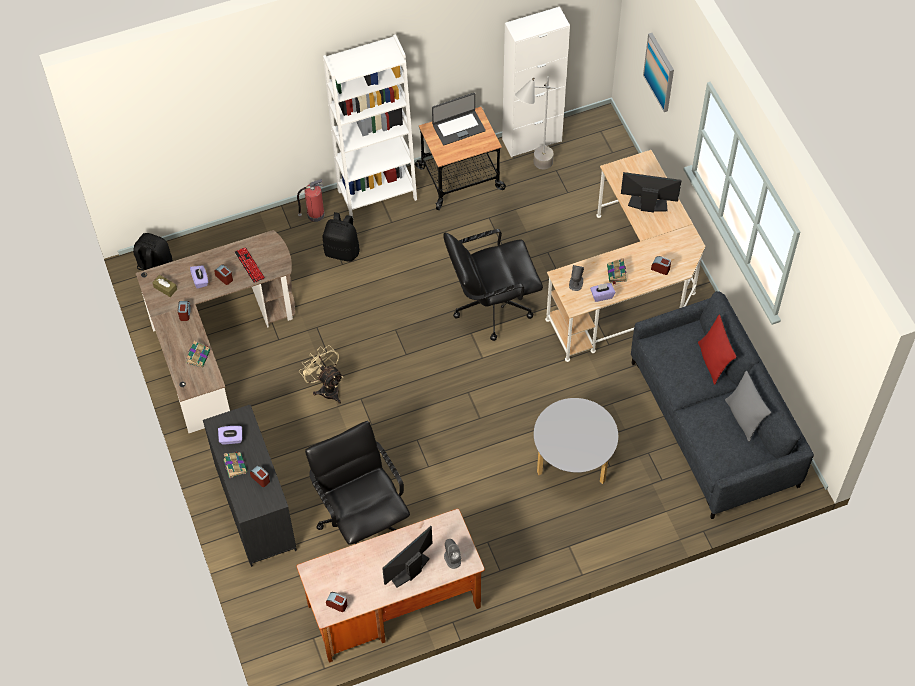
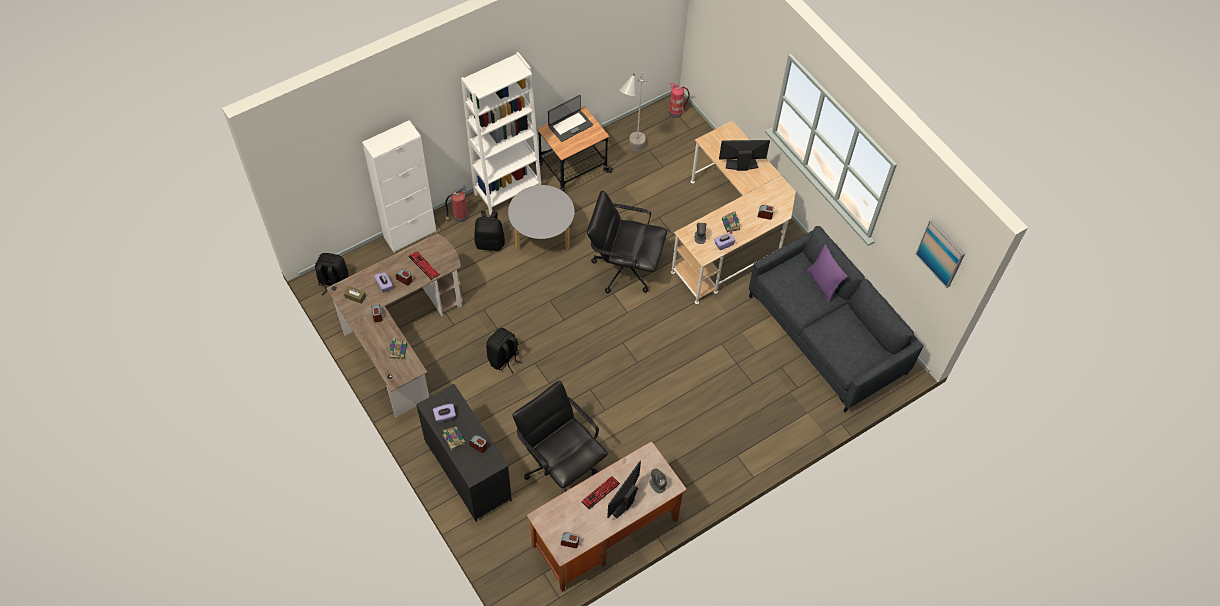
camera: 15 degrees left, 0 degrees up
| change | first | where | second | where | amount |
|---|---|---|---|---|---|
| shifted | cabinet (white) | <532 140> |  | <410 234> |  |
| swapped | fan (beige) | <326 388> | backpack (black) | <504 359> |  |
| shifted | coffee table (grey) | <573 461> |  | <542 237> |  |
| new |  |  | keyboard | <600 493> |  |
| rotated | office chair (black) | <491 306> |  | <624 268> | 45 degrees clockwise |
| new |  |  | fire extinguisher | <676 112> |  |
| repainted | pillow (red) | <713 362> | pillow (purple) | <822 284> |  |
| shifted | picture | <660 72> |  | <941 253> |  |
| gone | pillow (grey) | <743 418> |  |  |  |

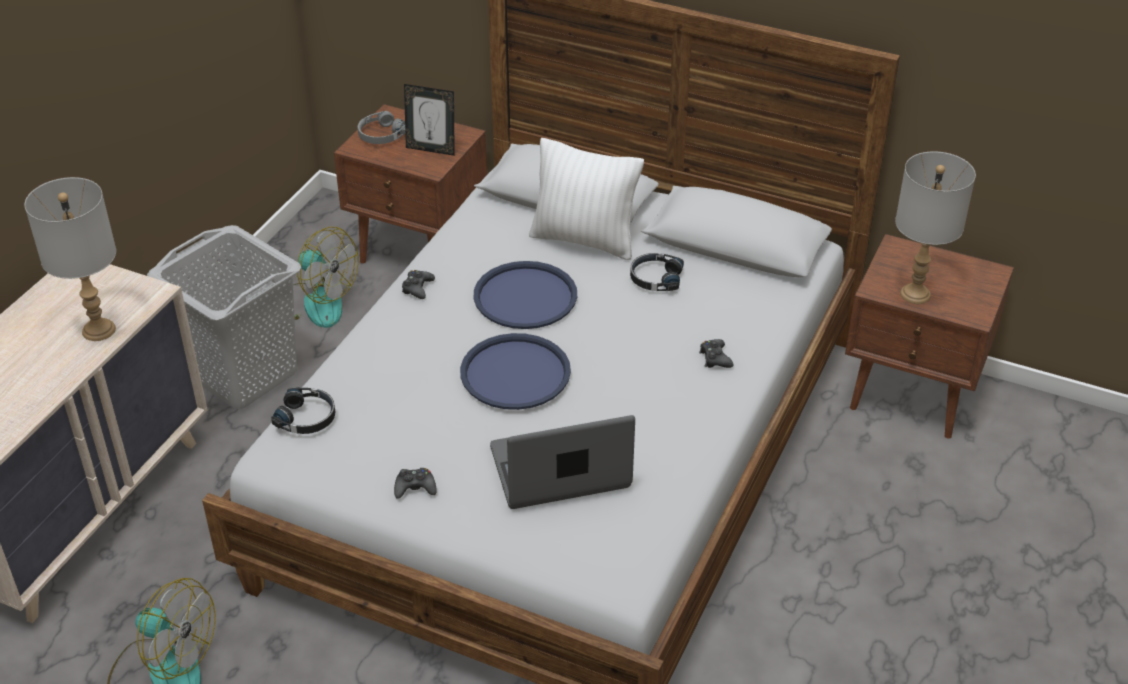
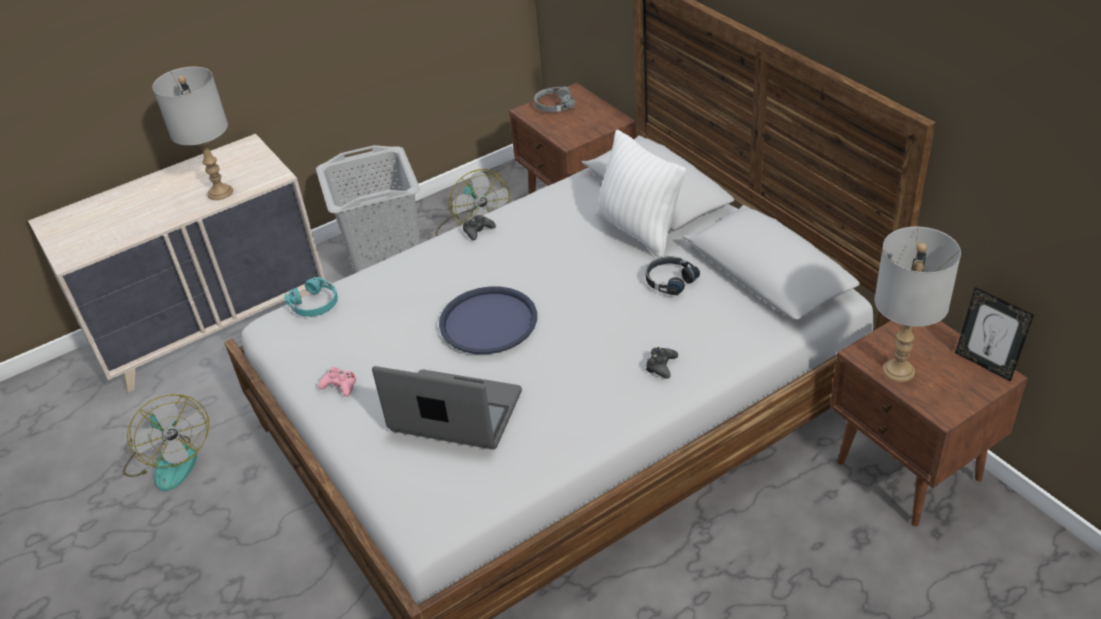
camera: 35 degrees right, 0 degrees up
| change | first | where | second | where | amount |
|---|---|---|---|---|---|
| repainted | headphones (black) | <307 418> | headphones (turquoise) | <315 304> |  |
| repainted | game controller (black) | <415 487> | game controller (pink) | <340 385> |  |
| shifted | picture frame | <431 149> |  | <985 364> |  |
| gone | tray (blue) | <525 297> |  |  |  |

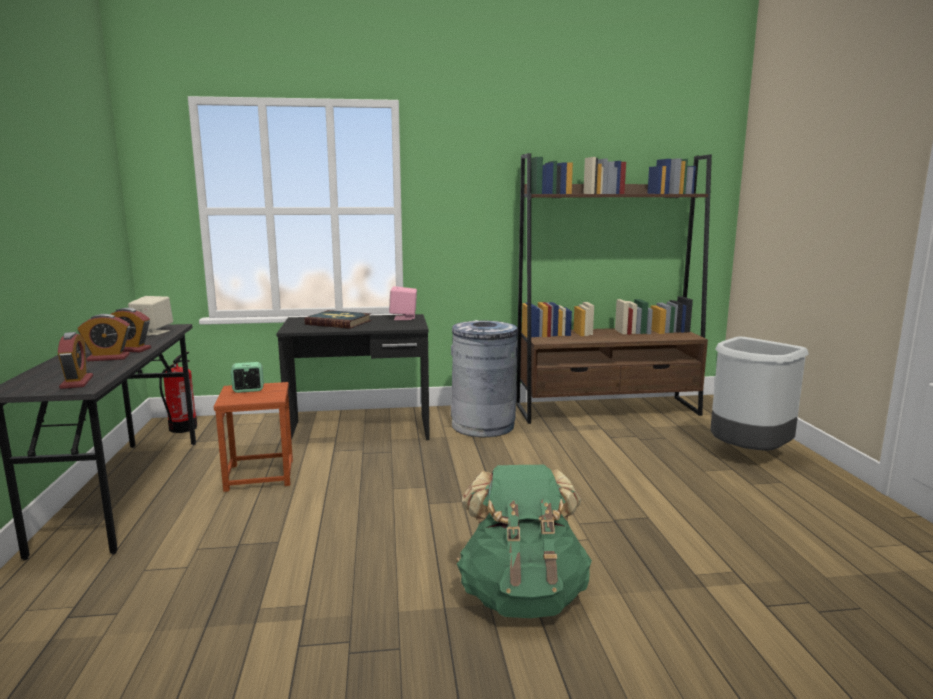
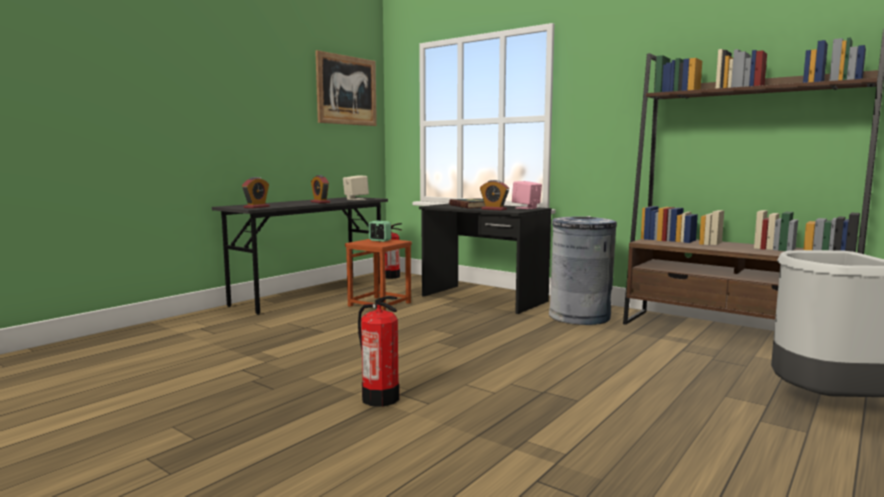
camera: 45 degrees right, 5 degrees down
| change | first | where | second | where | amount |
|---|---|---|---|---|---|
| new |  |  | picture | <346 90> |  |
| swapped | backpack (green) | <522 596> | fire extinguisher | <380 398> |  |
| shifted | alarm clock | <108 358> |  | <494 209> |  |

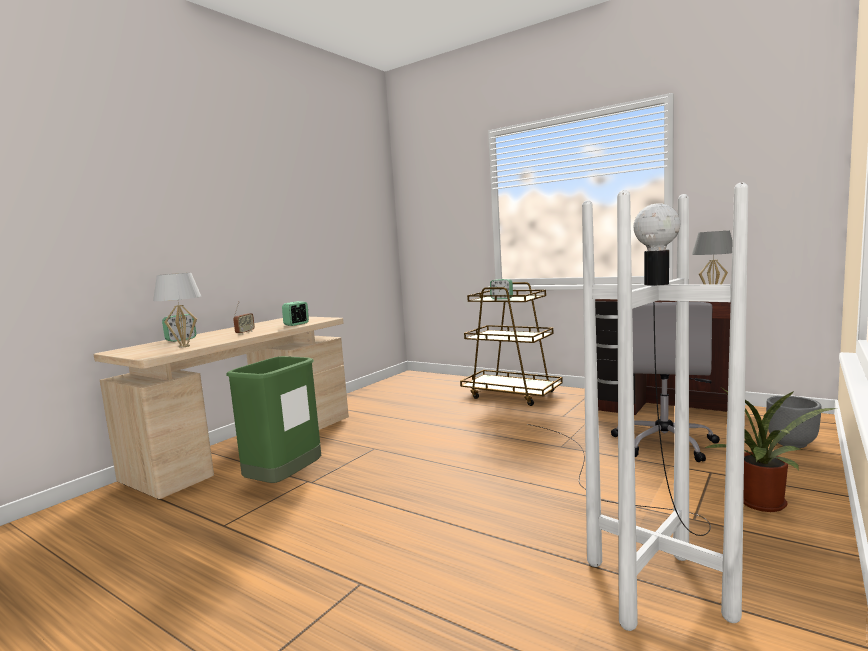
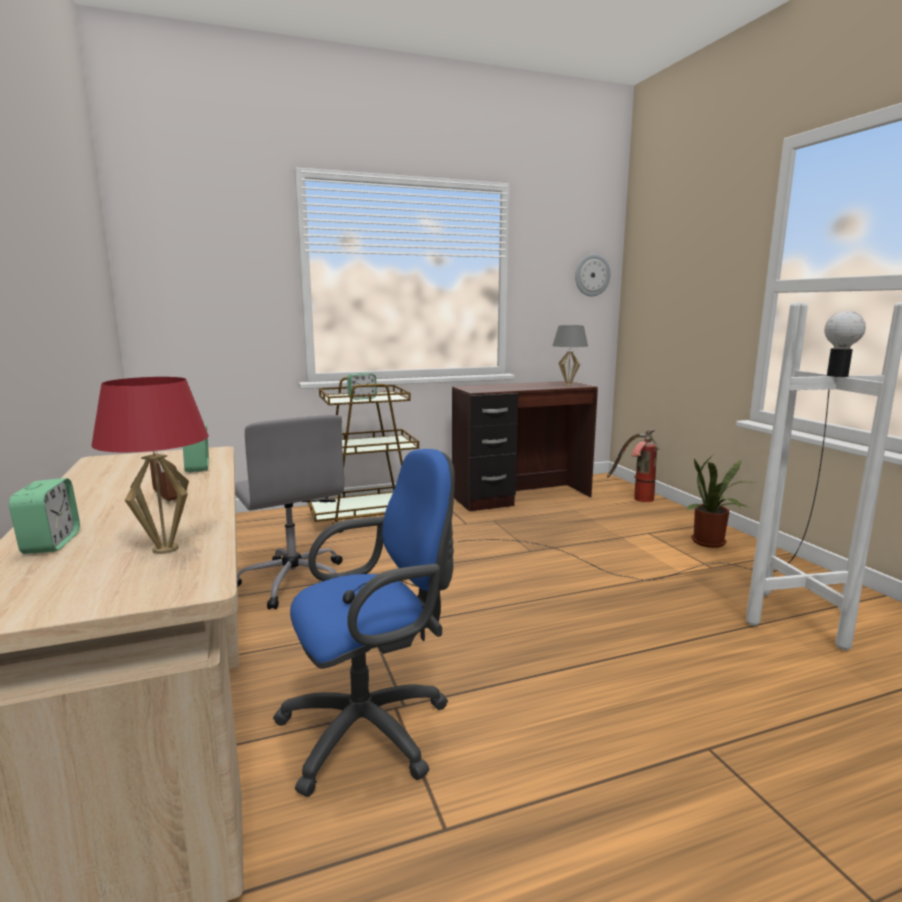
camera: 55 degrees left, 5 degrees up
| change | first | where | second | where | amount |
|---|---|---|---|---|---|
| repainted | table lamp (white) | <184 346> | table lamp (red) | <166 549> |  |
| shifted | office chair (grey) | <664 443> |  | <293 581> |  |
| swapped | trash can (green) | <285 483> | office chair (blue) | <374 728> |  |
| new |  |  | wall clock | <592 275> |  |
| swapped | planter (grey) | <792 443> | fire extinguisher | <635 498> |  |

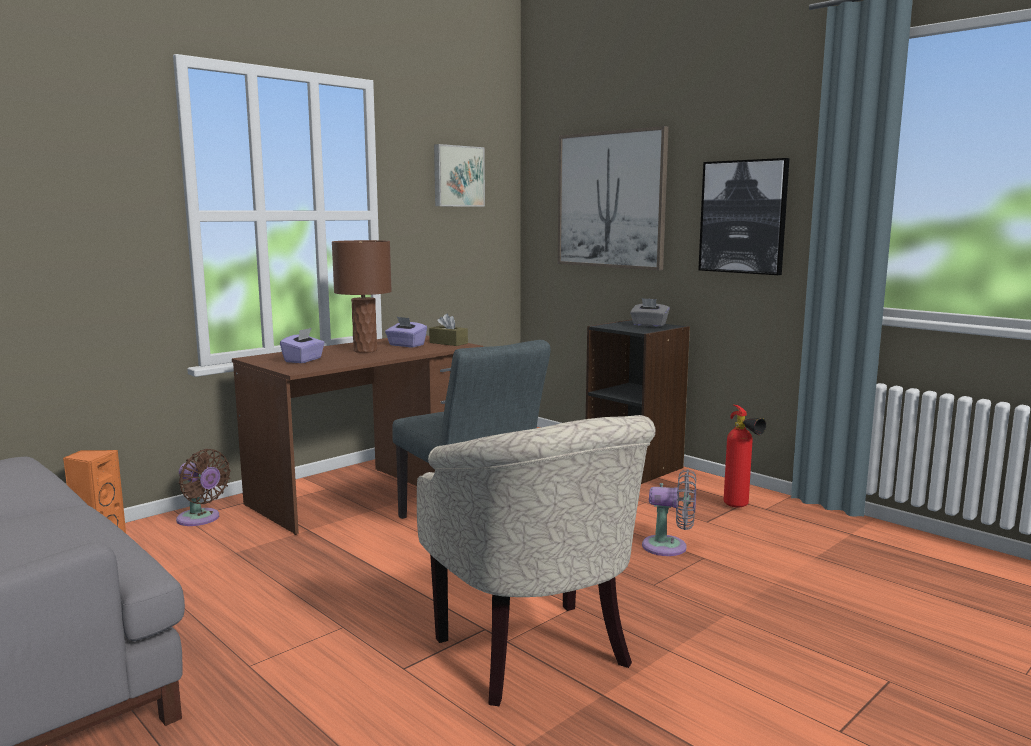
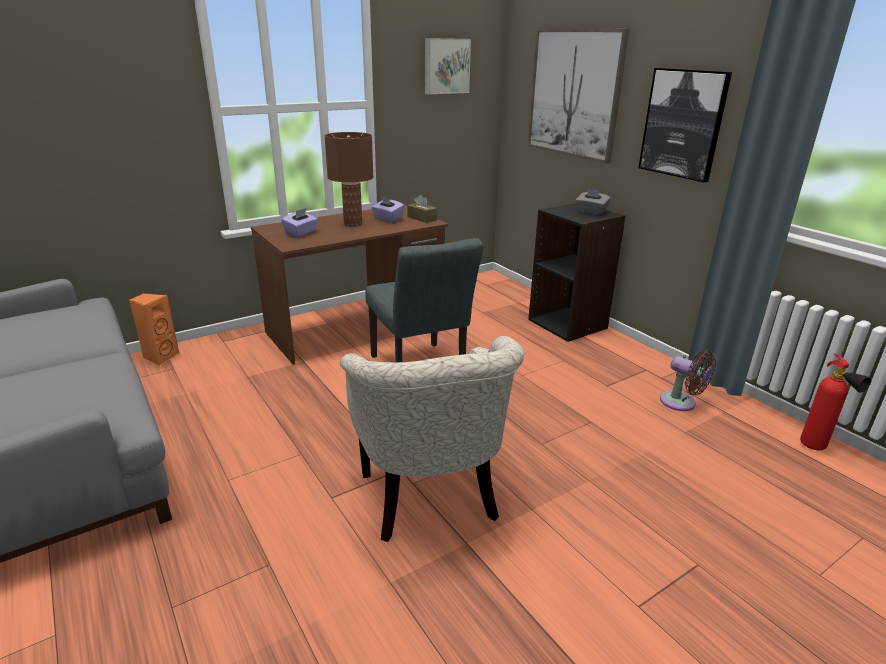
camera: 10 degrees right, 15 degrees up
| change | first | where | second | where | amount |
|---|---|---|---|---|---|
| shifted | fan (brown) | <201 519> |  | <681 403> |  |
| shifted | fire extinguisher | <740 507> |  | <817 449> |  |
| gone | fan (grey) | <669 547> |  |  |  |

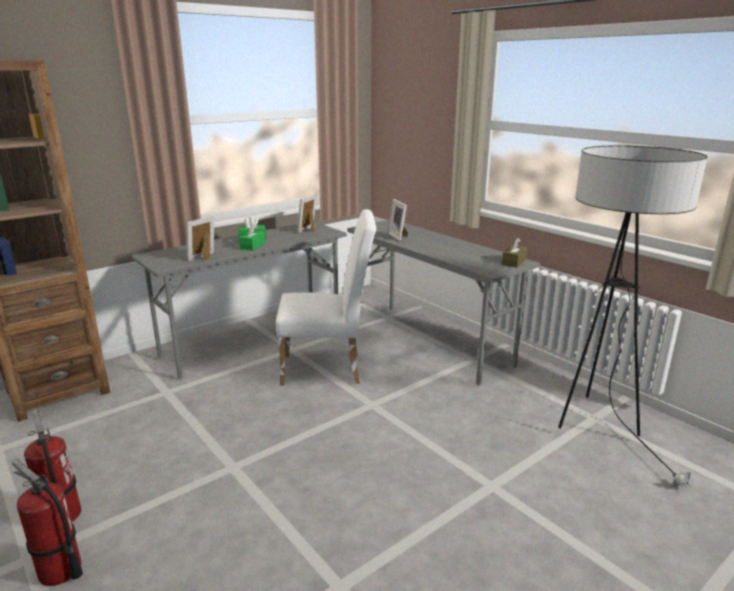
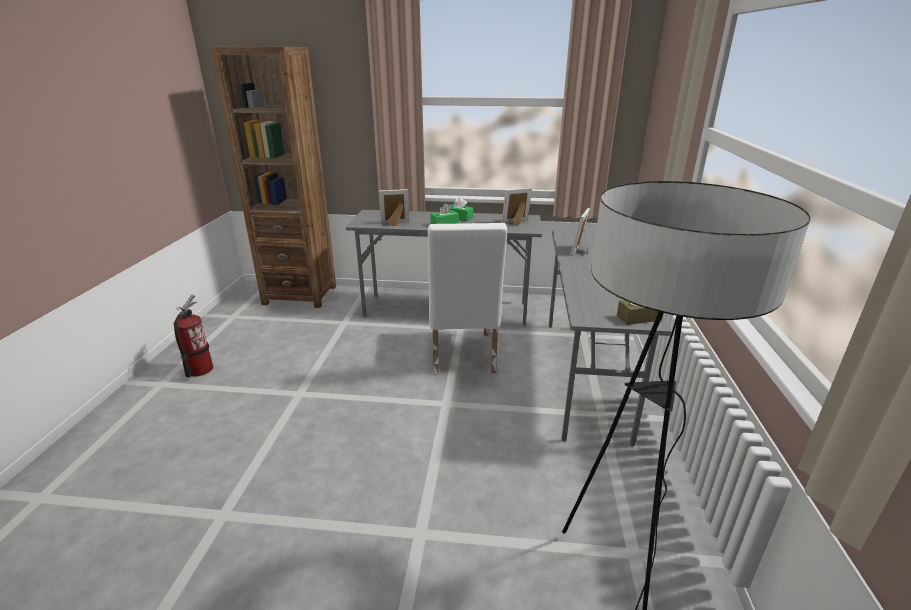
camera: 45 degrees right, 5 degrees up
| change | first | where | second | where | amount |
|---|---|---|---|---|---|
| rotated | chair (white) | <328 368> |  | <462 357> | 45 degrees clockwise |
| gone | fire extinguisher | <60 570> |  |  |  |

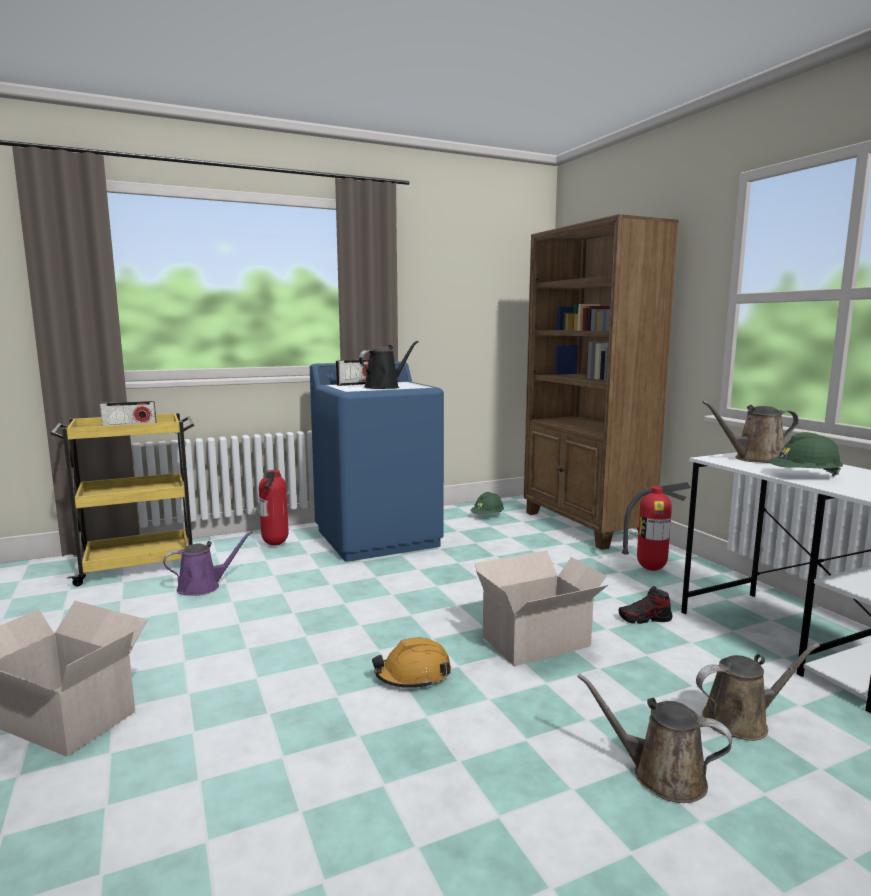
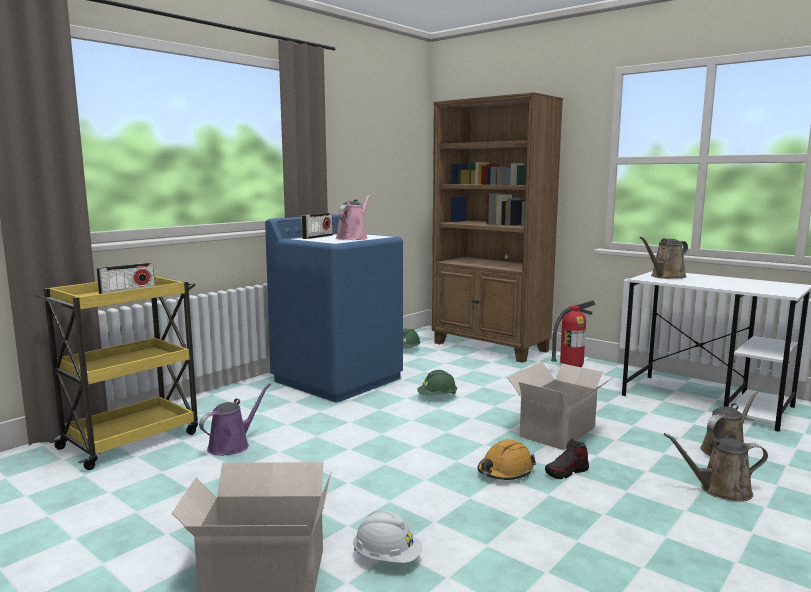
camera: 25 degrees left, 0 degrees up
| change | first | where | second | where | amount |
|---|---|---|---|---|---|
| repainted | watering can (black) | <384 387> | watering can (pink) | <353 238> |  |
| new |  |  | hard hat (white) | <387 557> |  |
| shifted | hard hat (green) | <804 476> |  | <437 397> |  |
| shifted | shoe | <645 619> |  | <566 472> |  |
| gone | fire extinguisher | <276 544> |  |  |  |

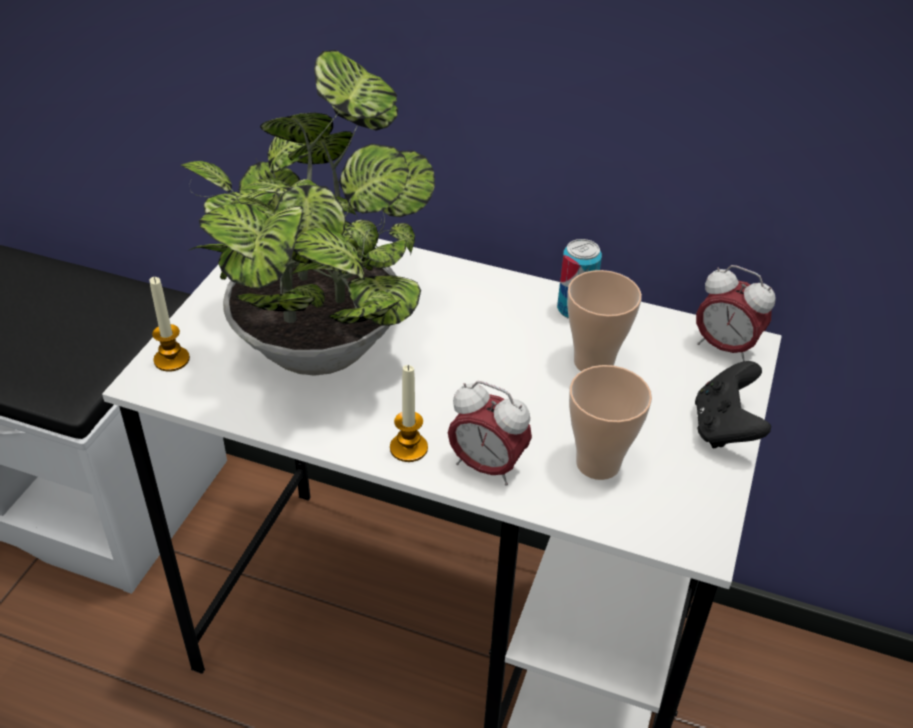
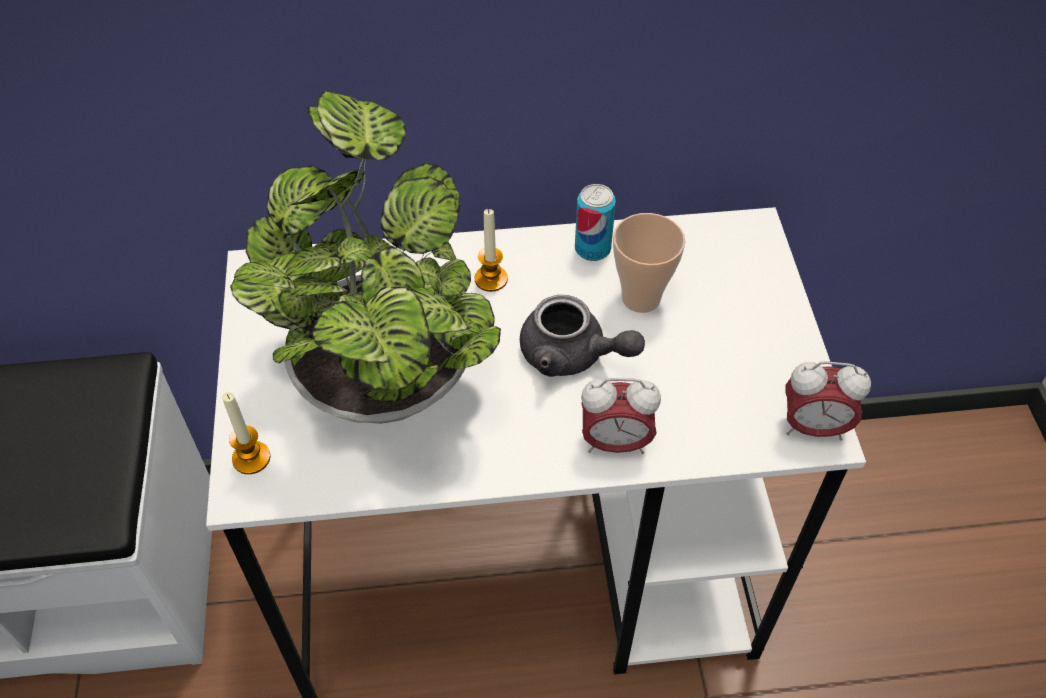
camera: 25 degrees left, 10 degrees up
| change | first | where | second | where | amount |
|---|---|---|---|---|---|
| shifted | candle | <408 448> |  | <491 279> |  |
| new |  |  | teapot (grey) | <572 355> |  |
| shifted | alarm clock | <724 347> |  | <813 427> |  |
| gone | cup | <598 463> |  |  |  |
| gone | game controller (black) | <724 428> |  |  |  |

